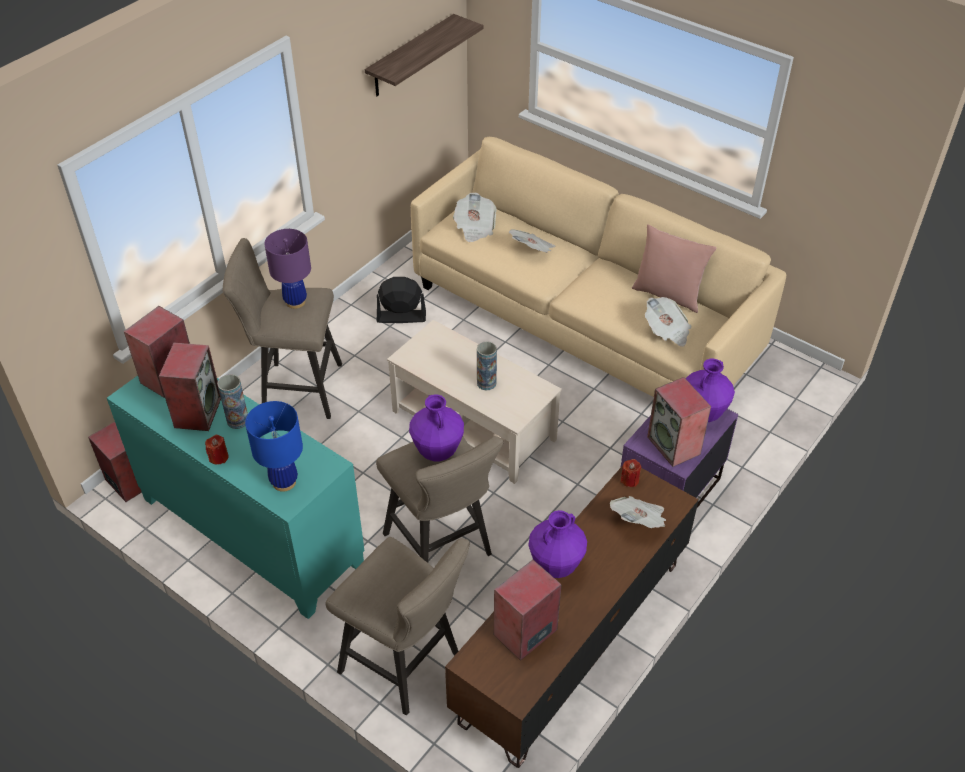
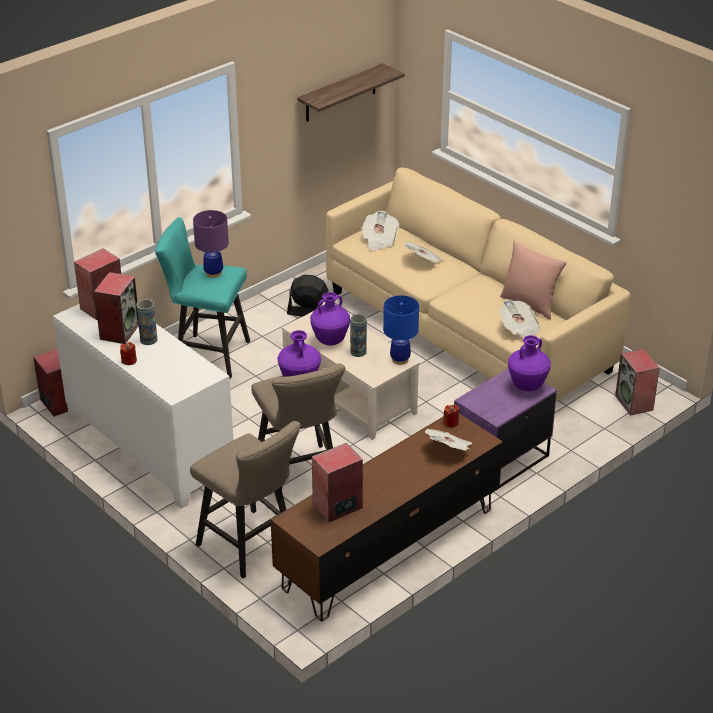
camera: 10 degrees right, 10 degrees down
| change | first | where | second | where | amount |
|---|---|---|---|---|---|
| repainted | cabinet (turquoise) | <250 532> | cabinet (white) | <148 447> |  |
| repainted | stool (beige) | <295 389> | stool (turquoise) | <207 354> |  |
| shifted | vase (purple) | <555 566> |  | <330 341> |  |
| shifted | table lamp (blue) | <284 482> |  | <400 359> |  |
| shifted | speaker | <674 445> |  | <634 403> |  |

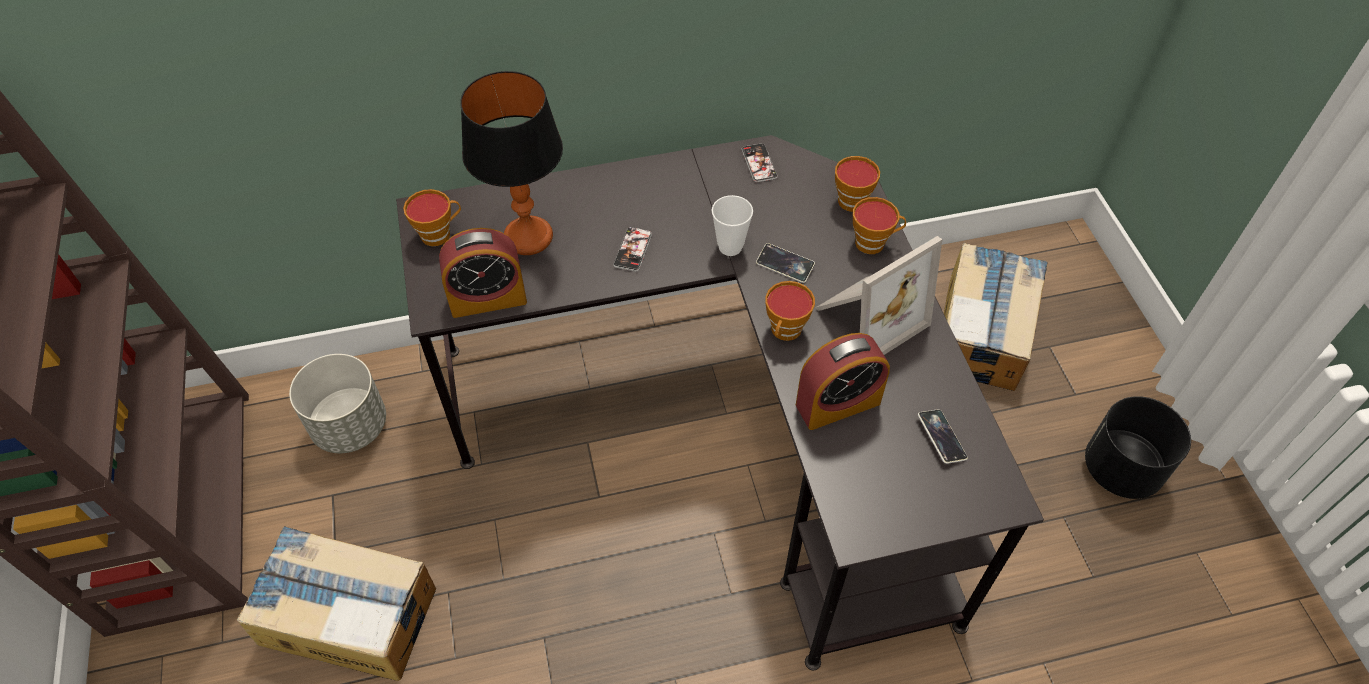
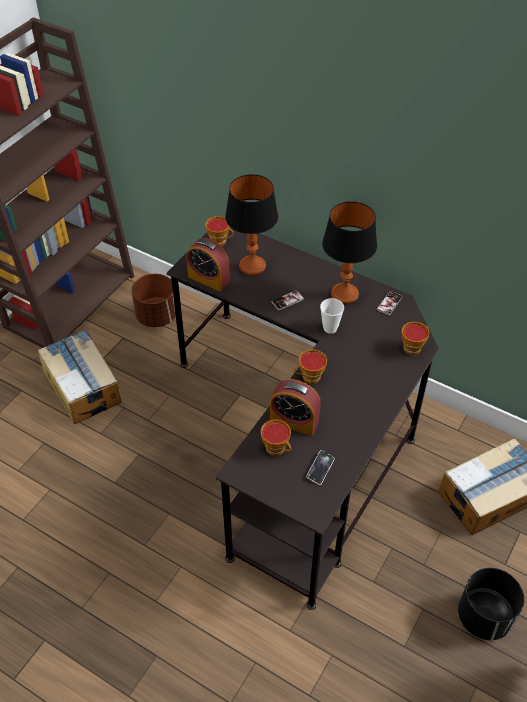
camera: 45 degrees right, 5 degrees down
| change | first | where | second | where | amount |
|---|---|---|---|---|---|
| repainted | planter (grey) | <350 425> | planter (brown) | <157 316> |  |
| shifted | cup | <873 242> |  | <277 449> |  |
| new |  |  | table lamp | <344 294> |  |
| gone | phone | <785 265> |  |  |  |
| gone | picture frame | <867 317> |  |  |  |

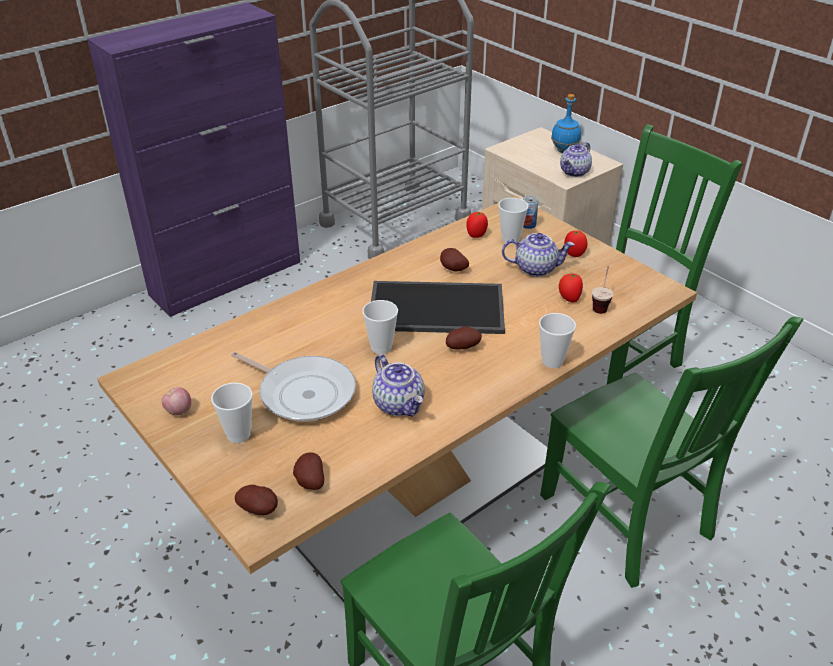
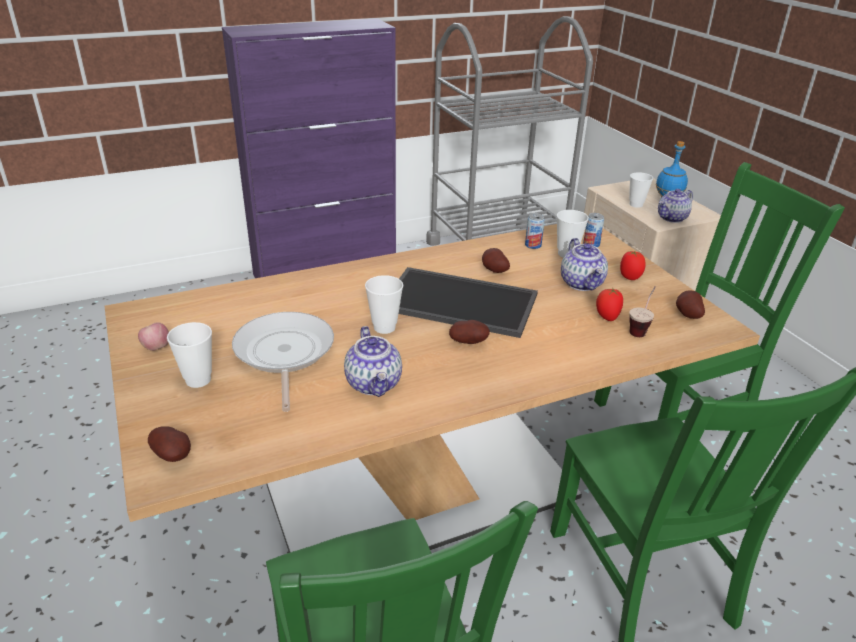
camera: 15 degrees right, 5 degrees down
| change | first | where | second | where | amount |
|---|---|---|---|---|---|
| rotated | frying pan | <303 392> |  | <284 354> | 150 degrees counterclockwise |
| swapped | tomato | <476 235> | can | <533 245> |  |
| rotated | teapot | <536 268> |  | <582 283> | 60 degrees clockwise |
| shifted | cup | <552 361> |  | <636 204> |  |
| shifted | potato | <309 482> |  | <686 315> |  |

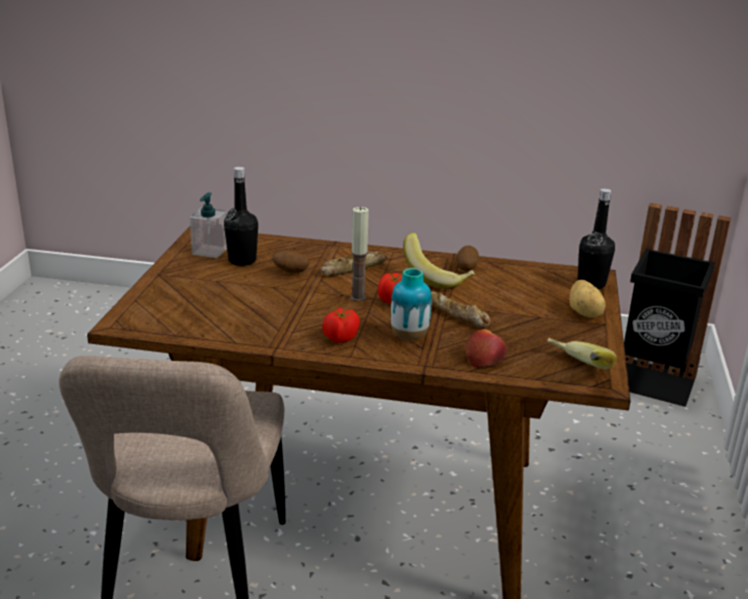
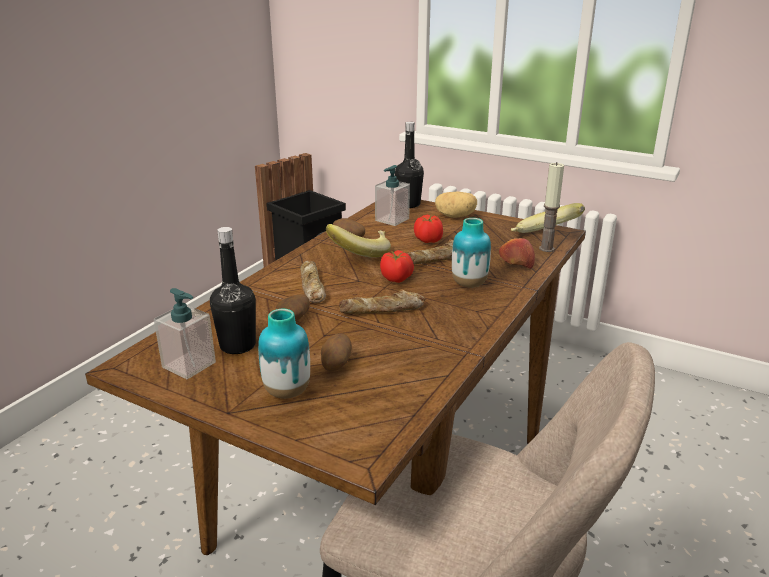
camera: 70 degrees left, 0 degrees up
| change | first | where | second | where | amount |
|---|---|---|---|---|---|
| new |  |  | vase | <287 392> |  |
| new |  |  | potato | <335 365> |  |
| new |  |  | bread | <383 310> |  |
| new |  |  | soap dispenser | <392 220> |  |
| shifted | tomato | <340 338> |  | <428 240> |  |
| shifted | candle | <358 297> |  | <546 249> |  |

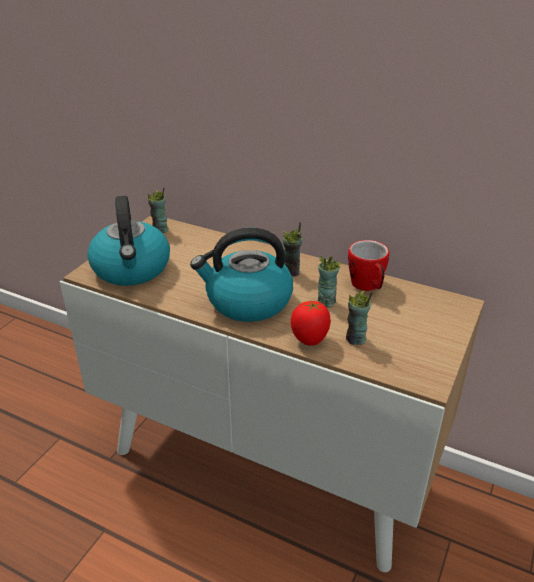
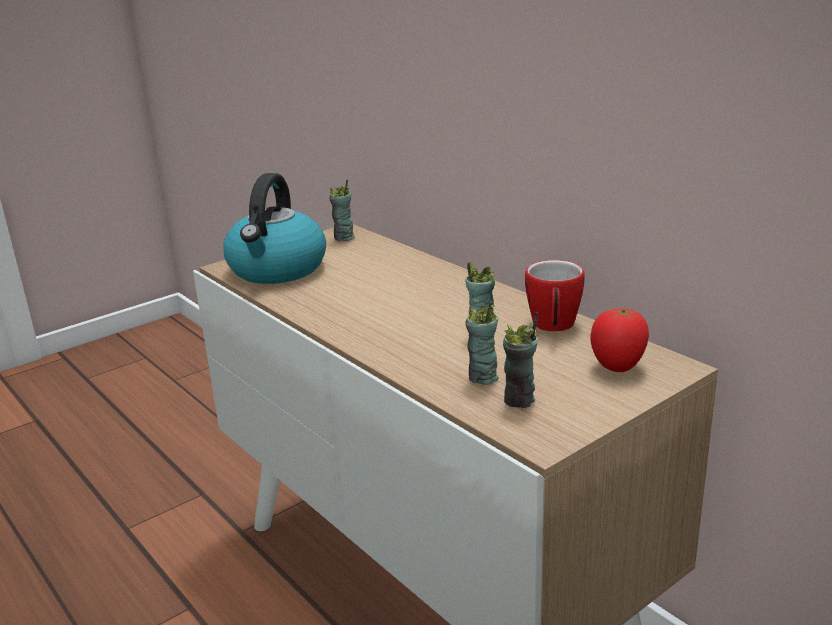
camera: 25 degrees right, 10 degrees down
| change | first | where | second | where | amount |
|---|---|---|---|---|---|
| shifted | cup | <291 272> |  | <520 401> |  |
| shifted | tomato | <310 340> |  | <617 367> |  |
| gone | kettle | <247 302> |  |  |  |

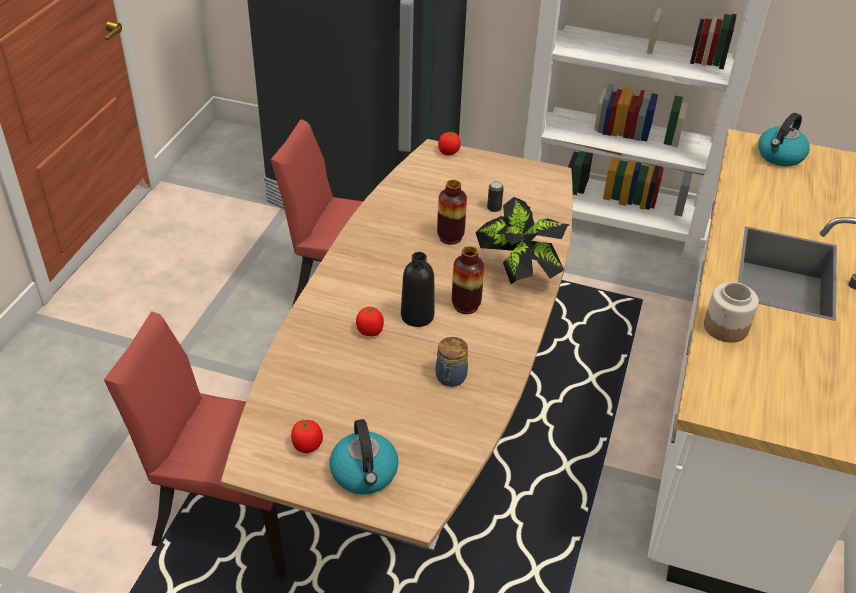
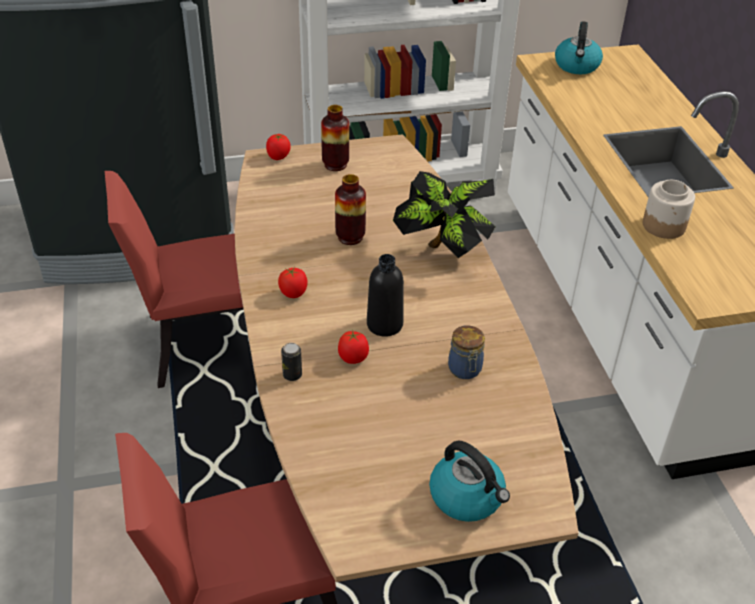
camera: 30 degrees left, 0 degrees up
| change | first | where | second | where | amount |
|---|---|---|---|---|---|
| shifted | tomato | <307 446> |  | <293 293> |  |
| shifted | can | <494 208> |  | <292 375> |  |
| shifted | vase | <466 306> |  | <335 165> |  |

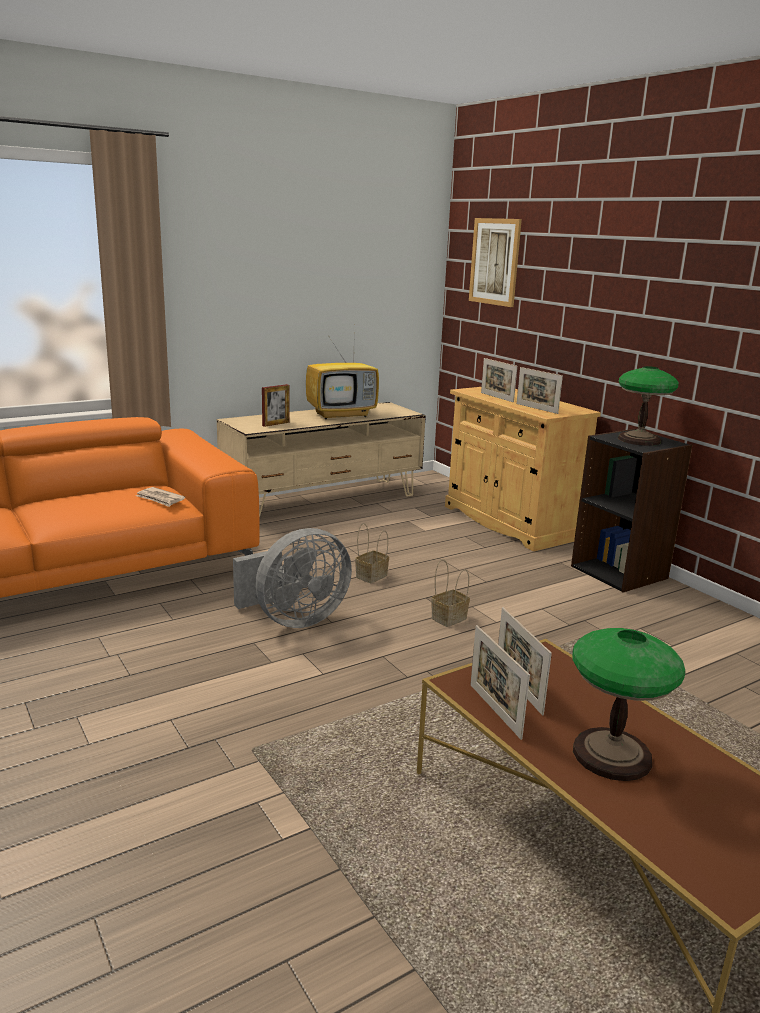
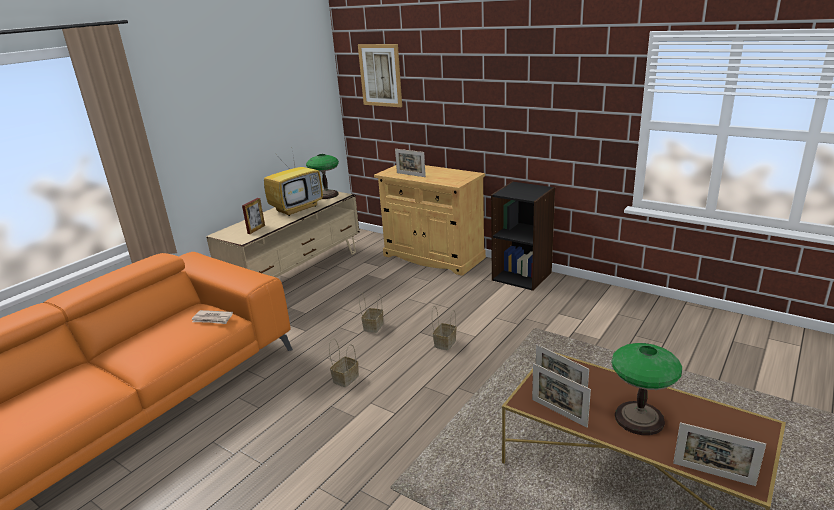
camera: 20 degrees left, 5 degrees up
| change | first | where | second | where | amount |
|---|---|---|---|---|---|
| shifted | table lamp | <639 440> |  | <326 195> |  |
| swapped | fan (grey) | <294 619> | basket | <346 378> |  |
| shifted | picture frame | <536 408> |  | <713 474> |  |

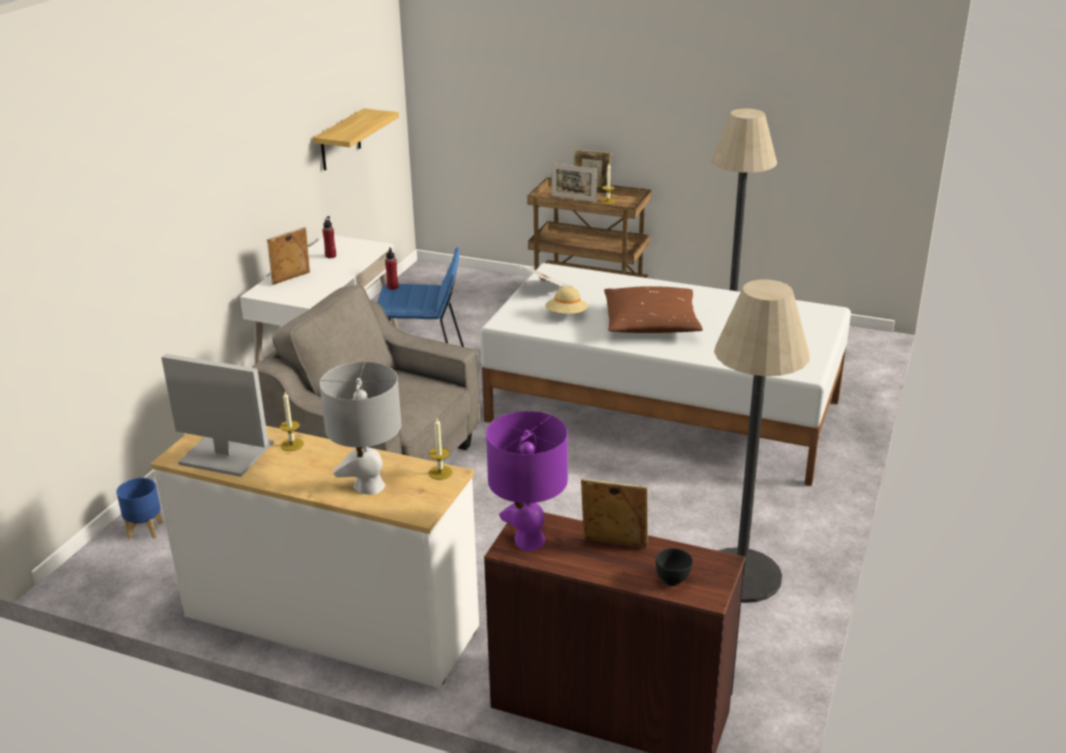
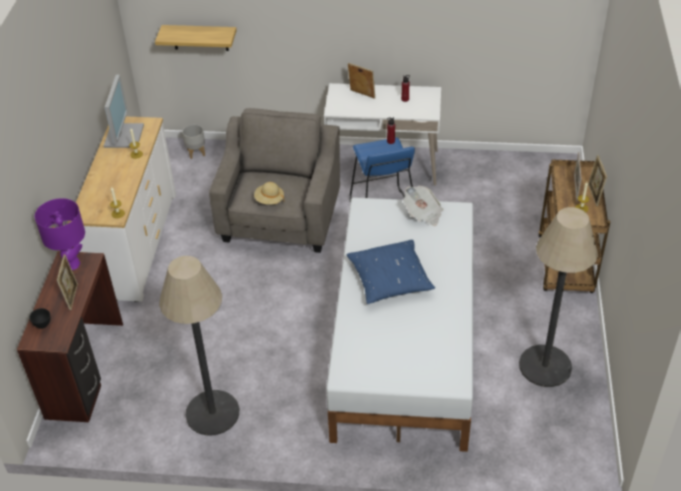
camera: 75 degrees right, 15 degrees up
| change | first | where | second | where | amount |
|---|---|---|---|---|---|
| shifted | shelf | <340 140> |  | <200 37> |  |
| repainted | planter (blue) | <144 530> | planter (grey) | <196 152> |  |
| shifted | hat (beige) | <566 315> |  | <269 200> |  |
| repainted | pillow (brown) | <651 323> | pillow (blue) | <390 279> |  |
| gone | table lamp (grey) | <369 486> |  |  |  |

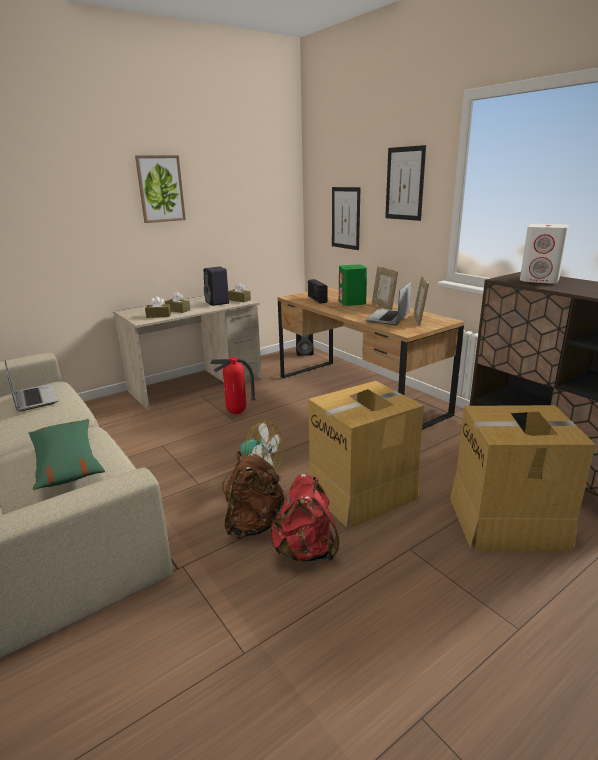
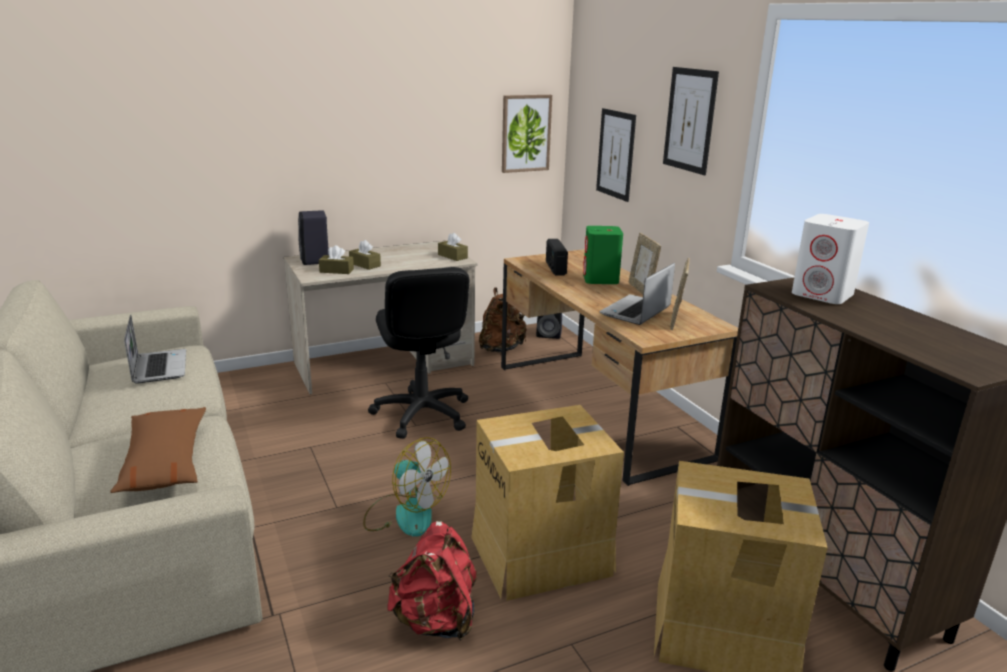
camera: 10 degrees right, 0 degrees up
| change | first | where | second | where | amount |
|---|---|---|---|---|---|
| repainted | pillow (green) | <66 463> | pillow (brown) | <164 461> |  |
| shifted | speaker (black) | <218 303> |  | <315 261> |  |
| swapped | fire extinguisher | <236 413> | office chair (black) | <421 414> |  |
| shifted | backpack (brown) | <254 524> |  | <501 349> |  |
| shifted | picture | <160 189> |  | <525 133> |  |

